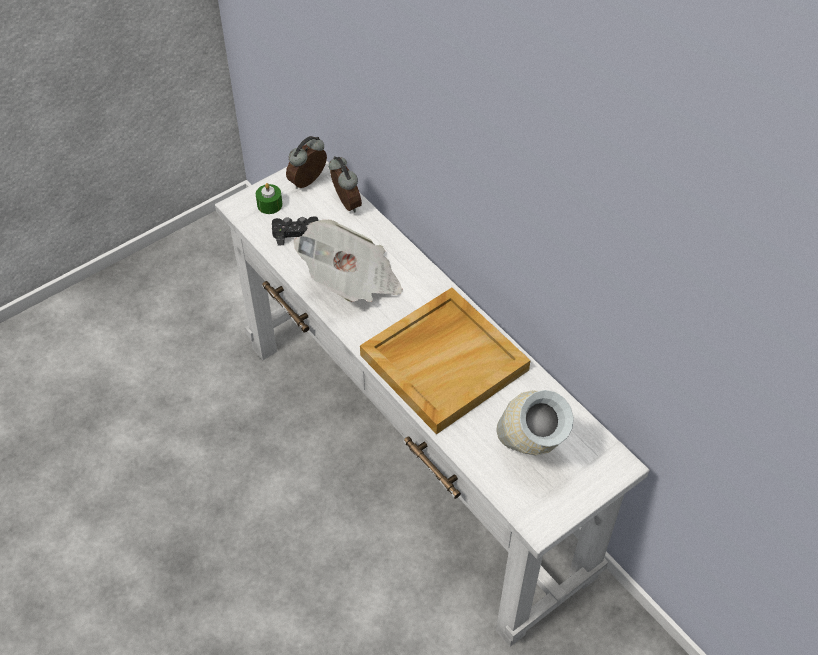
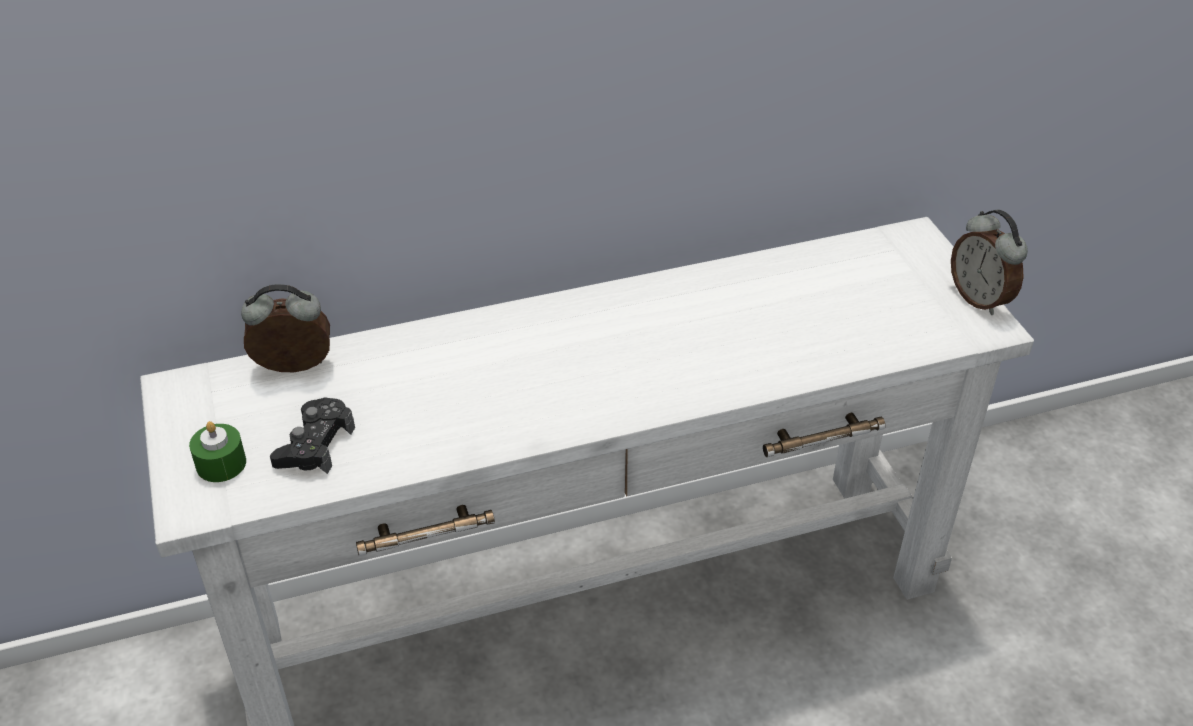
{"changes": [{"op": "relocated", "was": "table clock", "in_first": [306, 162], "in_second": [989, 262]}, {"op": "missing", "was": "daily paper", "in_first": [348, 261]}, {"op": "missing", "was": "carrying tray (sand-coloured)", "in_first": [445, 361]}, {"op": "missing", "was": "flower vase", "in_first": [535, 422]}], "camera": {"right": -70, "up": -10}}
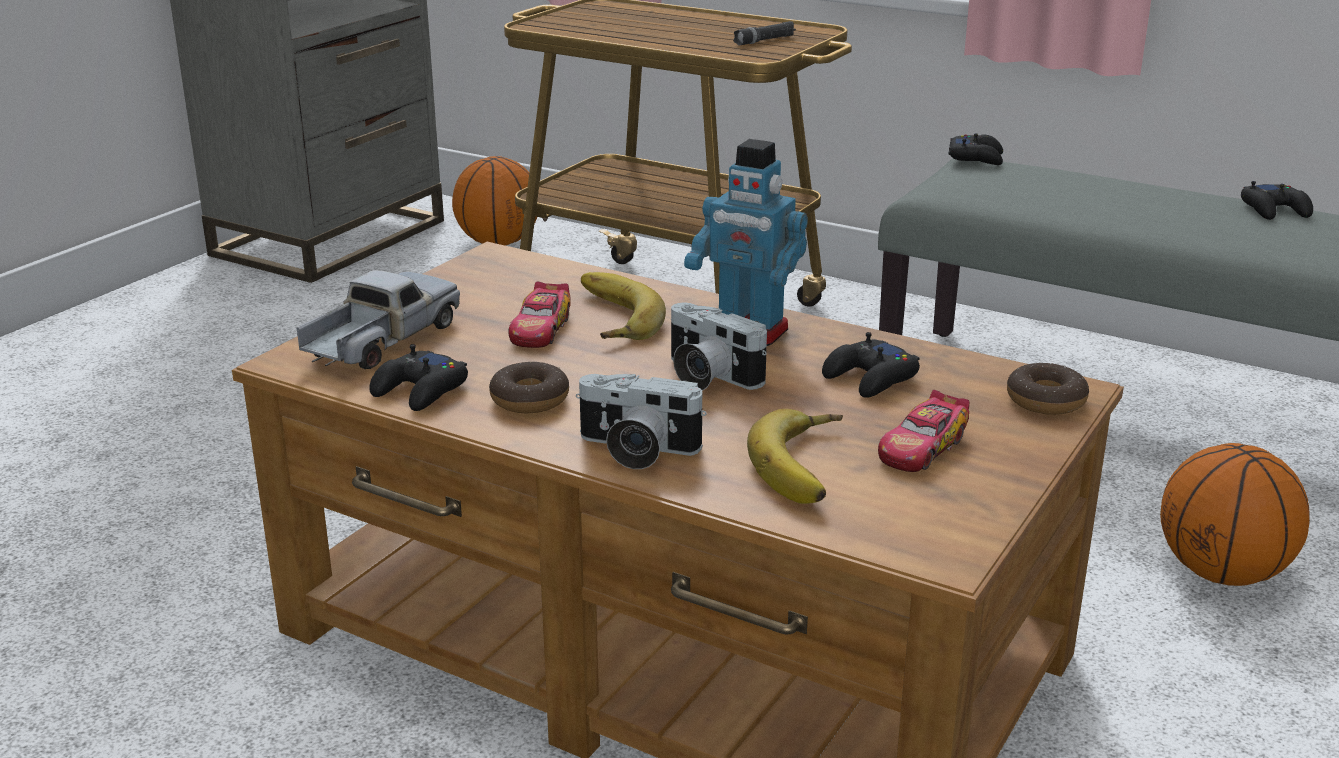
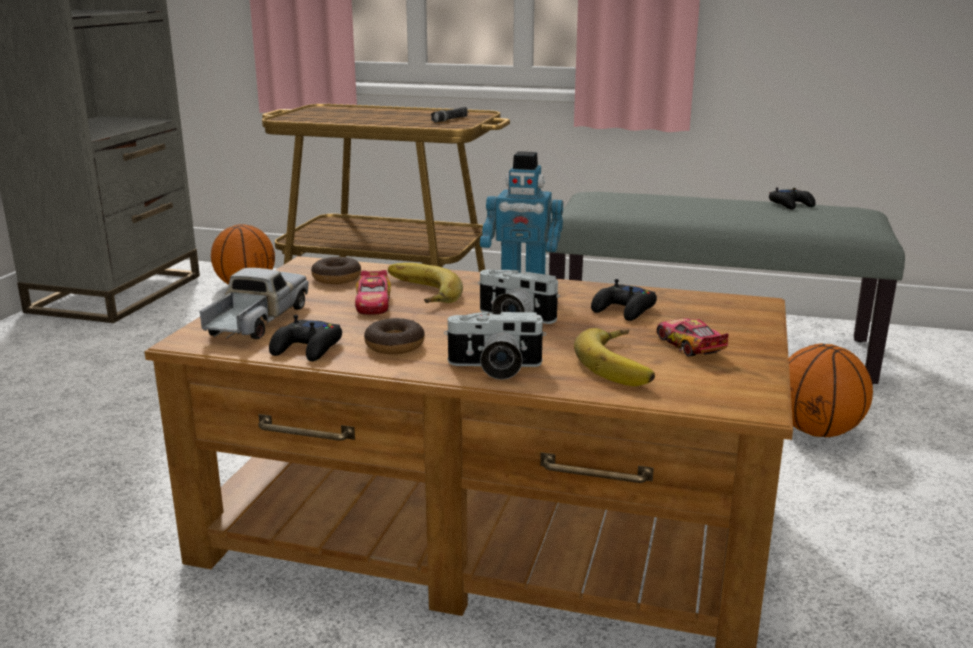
{"changes": [{"op": "relocated", "was": "donut", "in_first": [1048, 388], "in_second": [336, 270]}, {"op": "spun", "was": "model car", "in_first": [923, 431], "in_second": [693, 337], "clockwise": 135}, {"op": "missing", "was": "joypad (black)", "in_first": [975, 149]}], "camera": {"right": -15, "up": -5}}
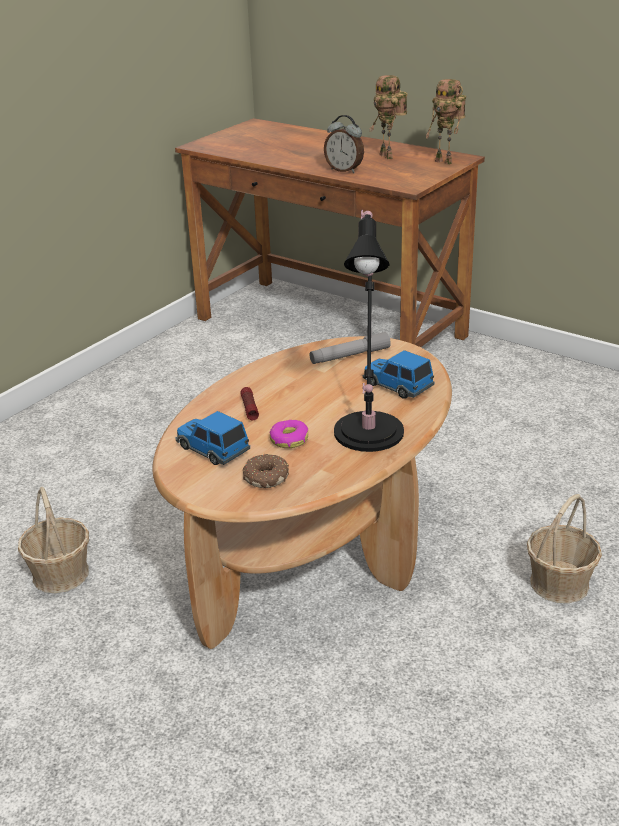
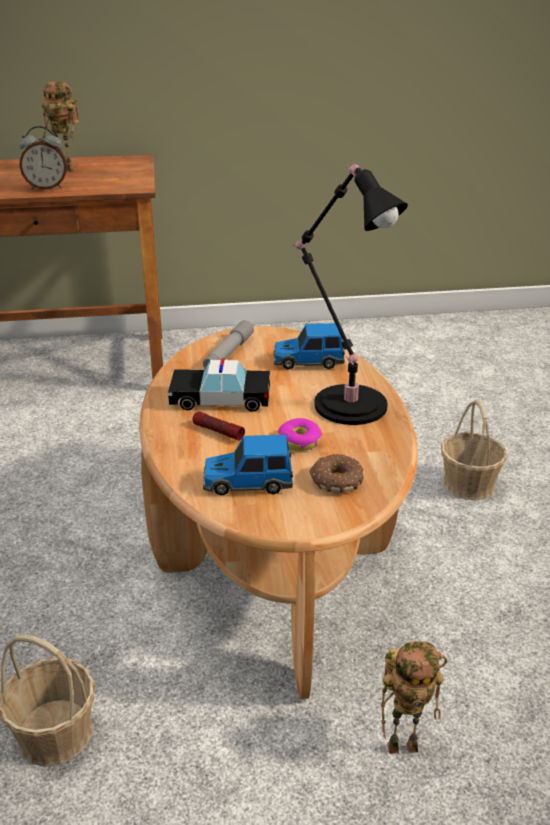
{"changes": [{"op": "appeared", "now": "model car", "in_second": [219, 385]}, {"op": "relocated", "was": "robot figure", "in_first": [446, 122], "in_second": [414, 697]}], "camera": {"right": -45, "up": 0}}
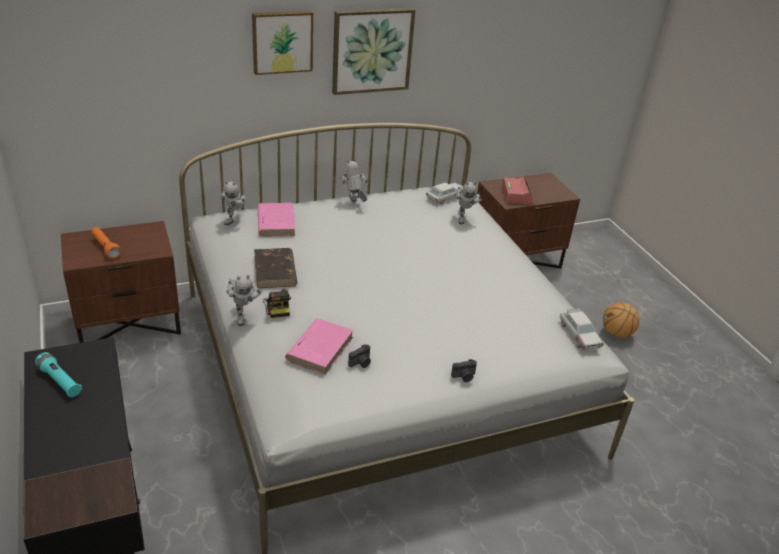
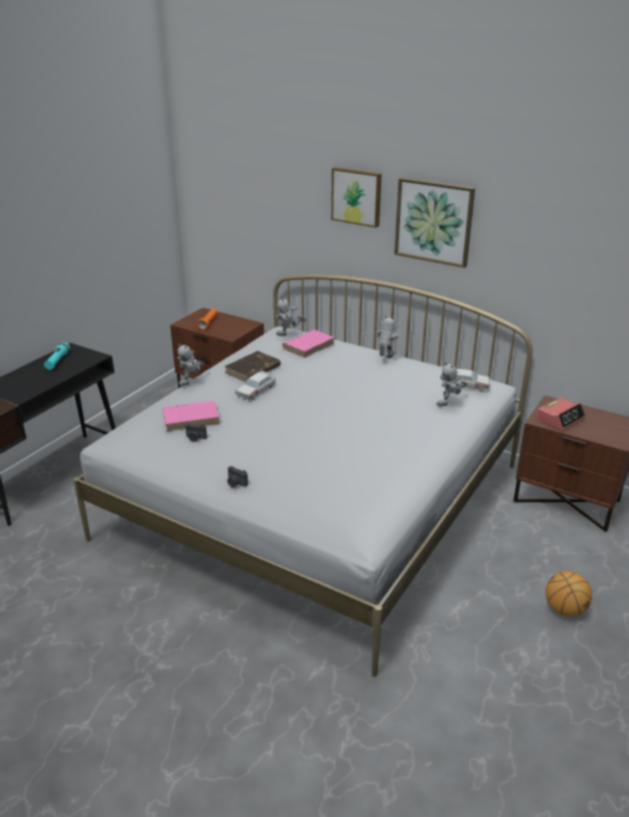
{"changes": [{"op": "relocated", "was": "model car", "in_first": [581, 329], "in_second": [255, 385]}, {"op": "missing", "was": "still camera", "in_first": [277, 303]}], "camera": {"right": 55, "up": -5}}
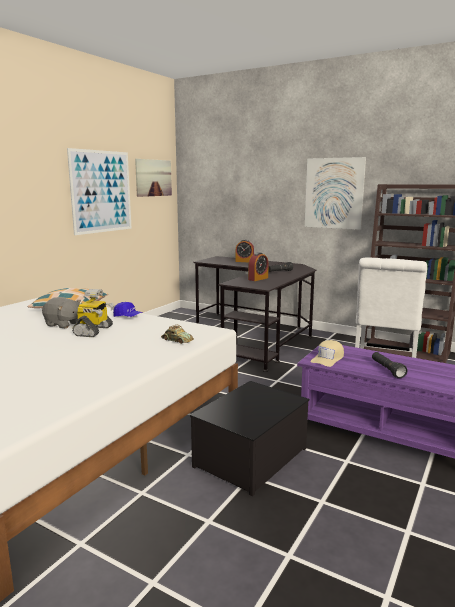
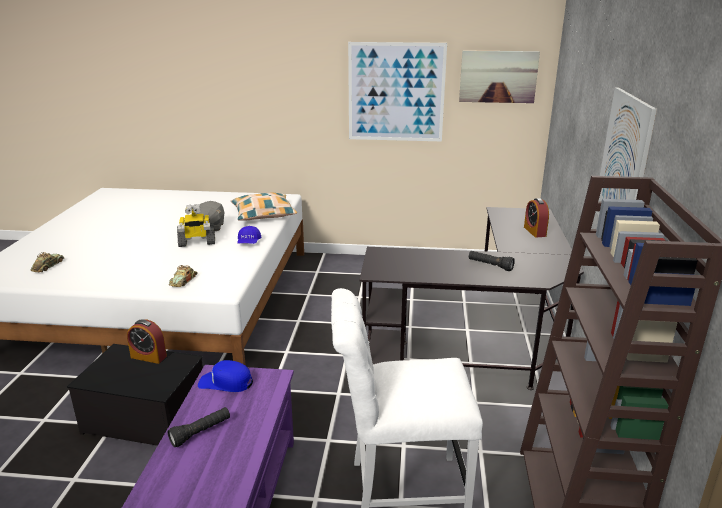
{"changes": [{"op": "appeared", "now": "model car", "in_second": [47, 262]}, {"op": "relocated", "was": "table clock", "in_first": [258, 266], "in_second": [147, 341]}, {"op": "colour", "was": "baseball cap (sand-coloured)", "now": "baseball cap (bluish)", "in_first": [327, 353], "in_second": [225, 376]}], "camera": {"right": 65, "up": 10}}
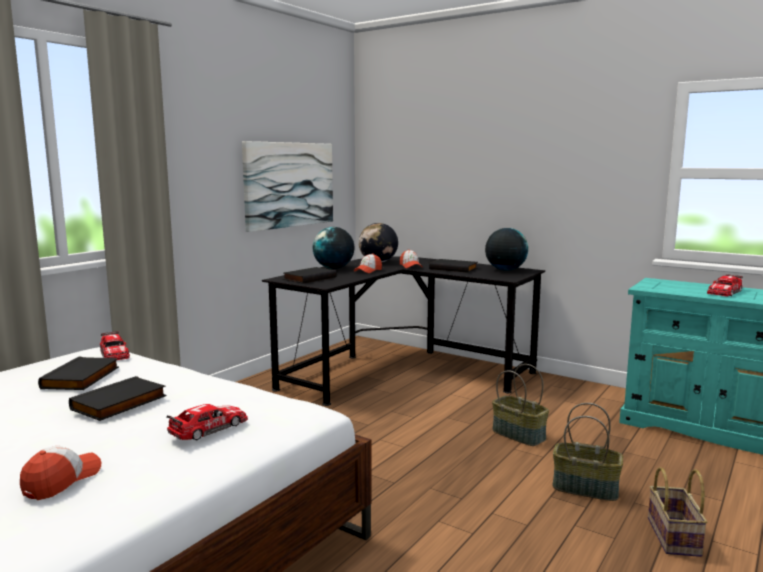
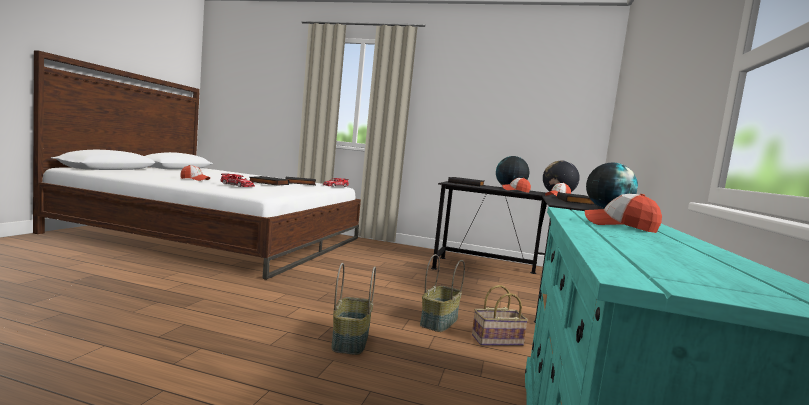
{"changes": [{"op": "relocated", "was": "basket", "in_first": [678, 512], "in_second": [500, 315]}, {"op": "exchanged", "was": "model car", "now": "baseball cap", "in_first": [725, 285], "in_second": [623, 213]}, {"op": "missing", "was": "picture", "in_first": [287, 186]}], "camera": {"right": 70, "up": -5}}
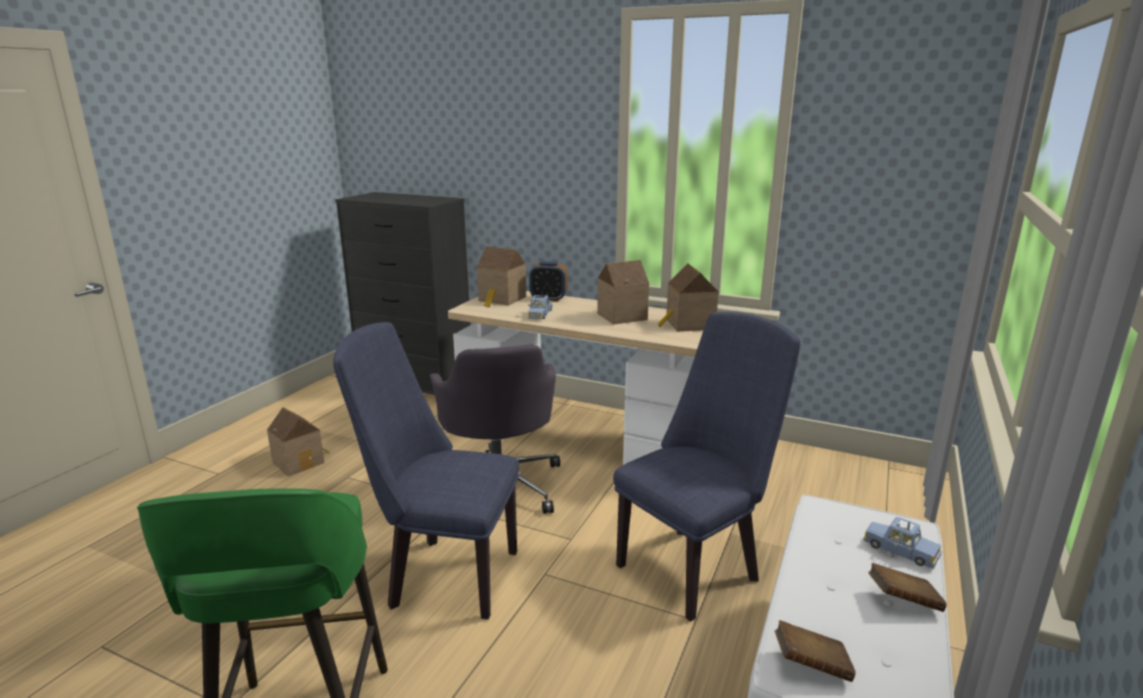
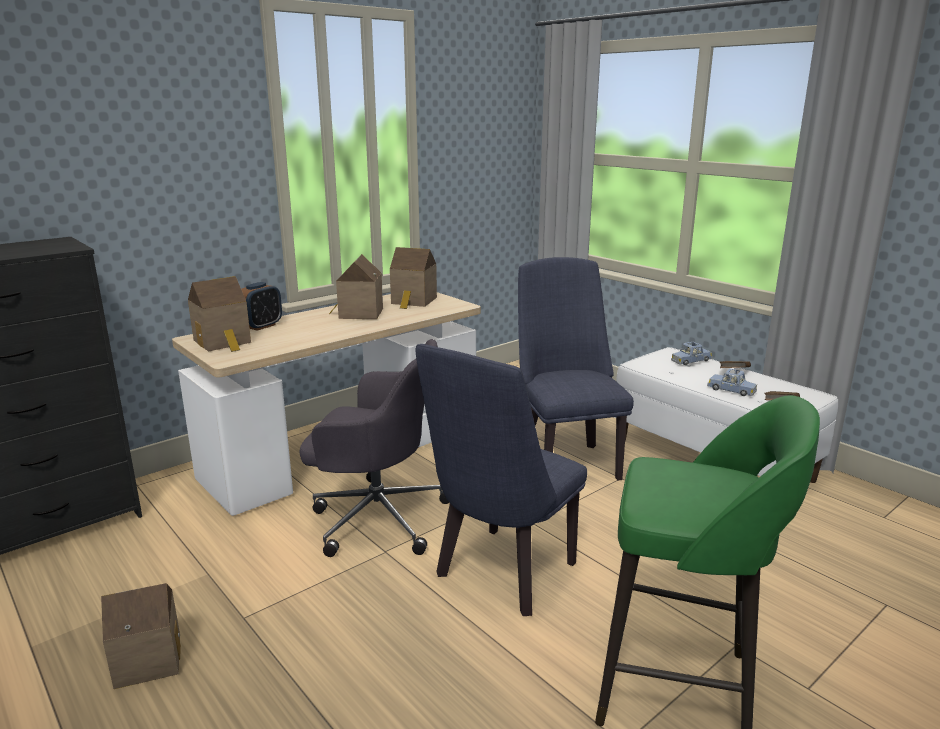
{"changes": [{"op": "relocated", "was": "model car (bluish)", "in_first": [540, 307], "in_second": [732, 382]}], "camera": {"right": -65, "up": 0}}
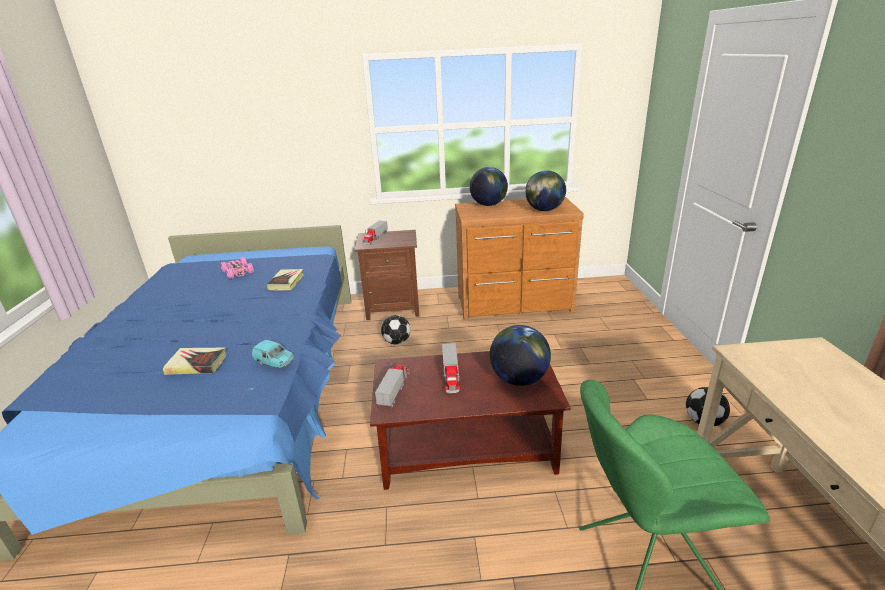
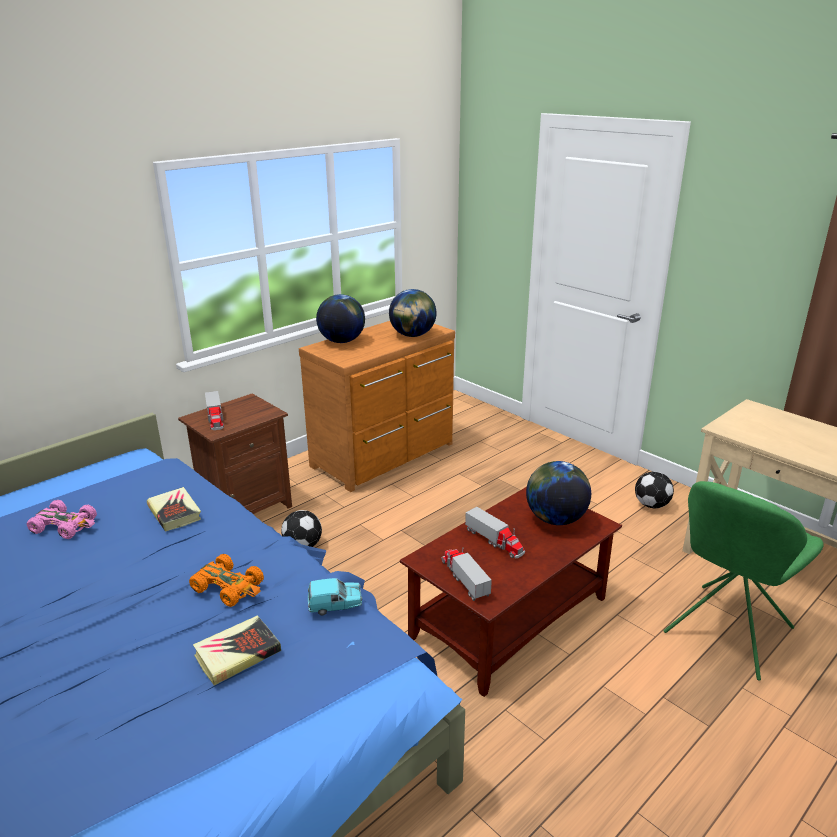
{"changes": [{"op": "appeared", "now": "model car (orangey)", "in_second": [226, 580]}], "camera": {"right": -40, "up": 0}}
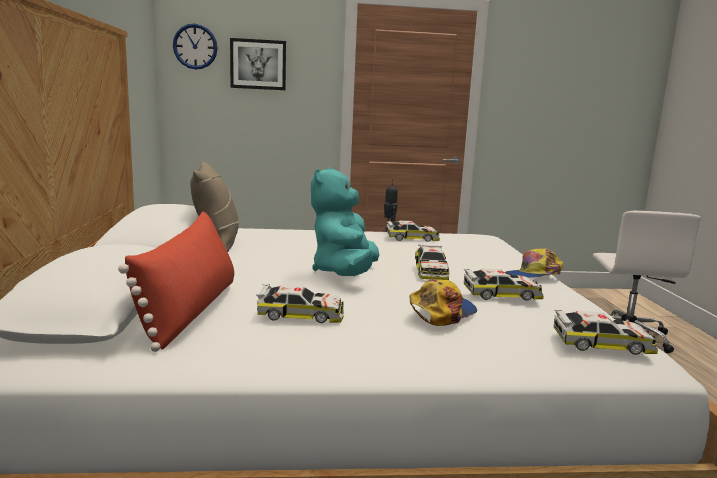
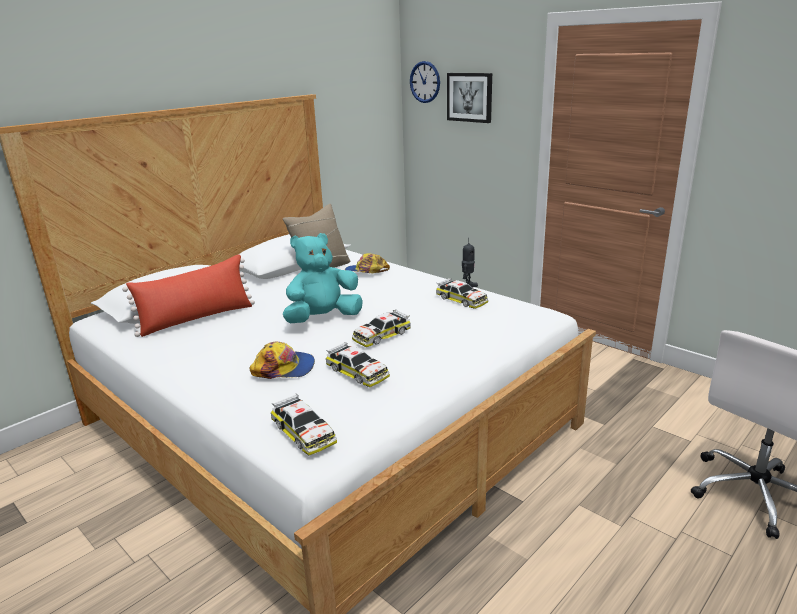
{"changes": [{"op": "relocated", "was": "baseball cap", "in_first": [534, 263], "in_second": [367, 263]}, {"op": "missing", "was": "model car", "in_first": [300, 303]}], "camera": {"right": 50, "up": 10}}
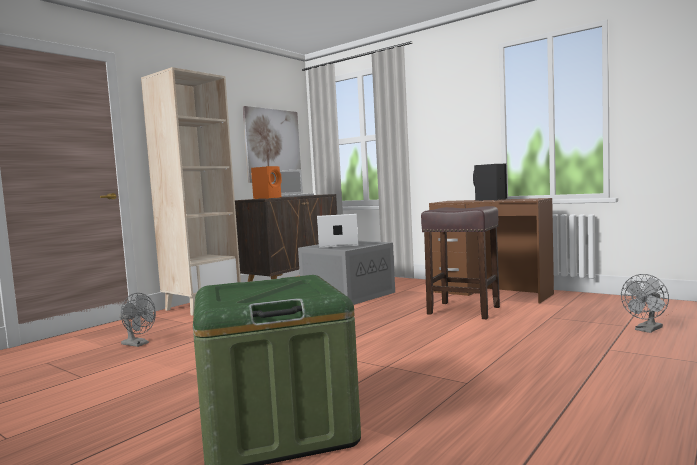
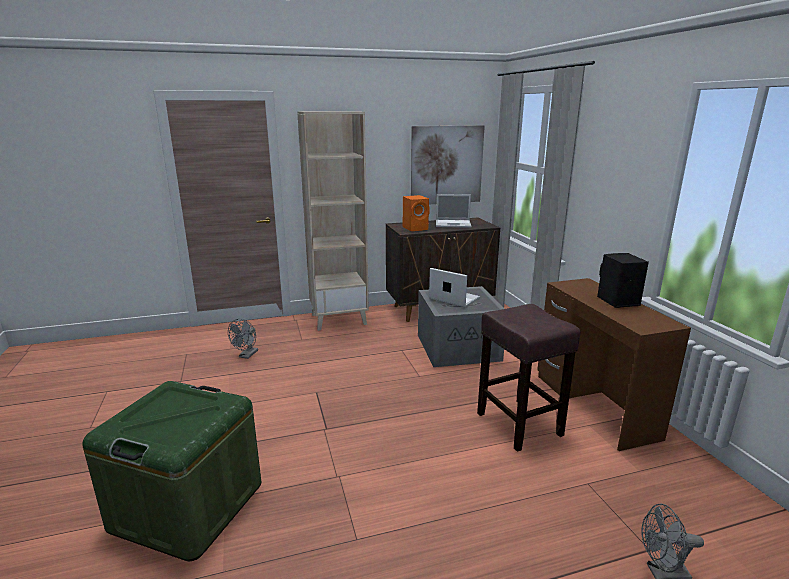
{"changes": [{"op": "spun", "was": "electric fan (gray)", "in_first": [137, 320], "in_second": [243, 339], "clockwise": 45}], "camera": {"right": 35, "up": 15}}
